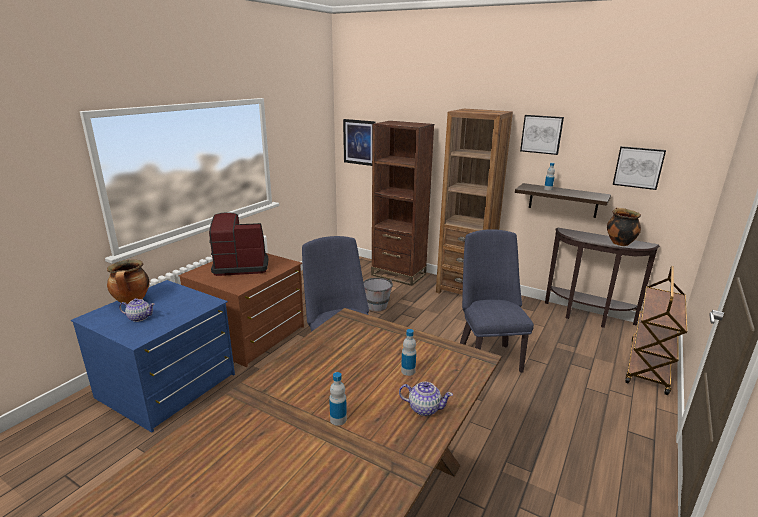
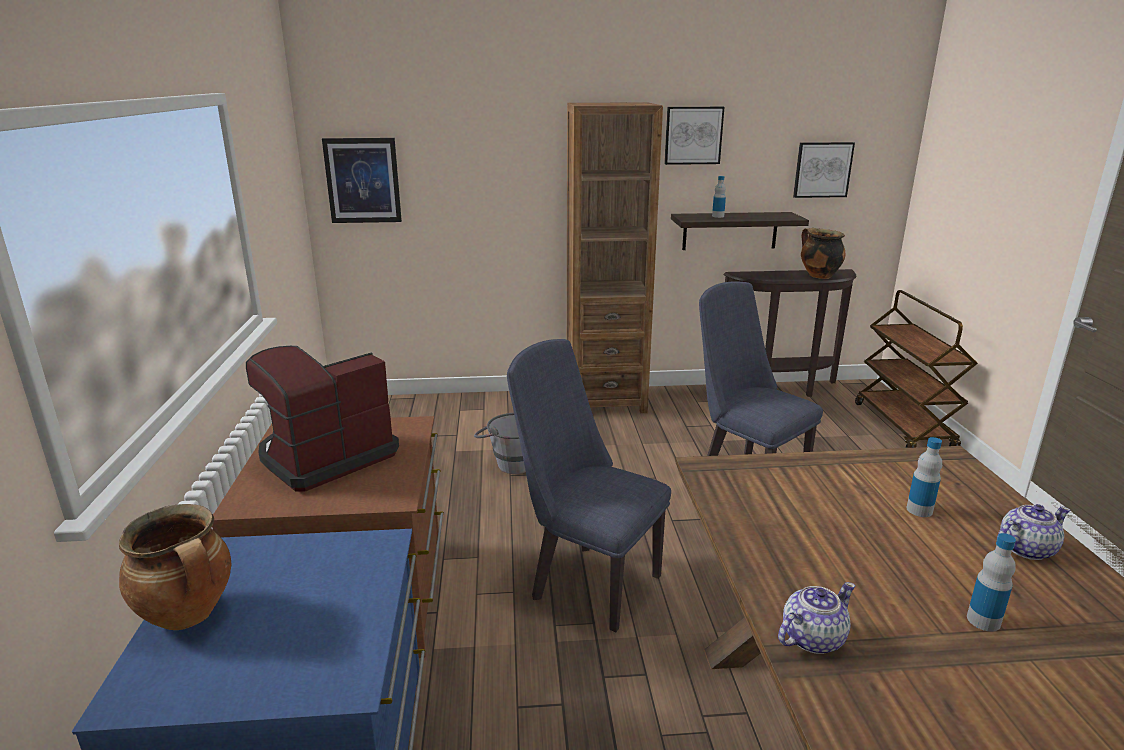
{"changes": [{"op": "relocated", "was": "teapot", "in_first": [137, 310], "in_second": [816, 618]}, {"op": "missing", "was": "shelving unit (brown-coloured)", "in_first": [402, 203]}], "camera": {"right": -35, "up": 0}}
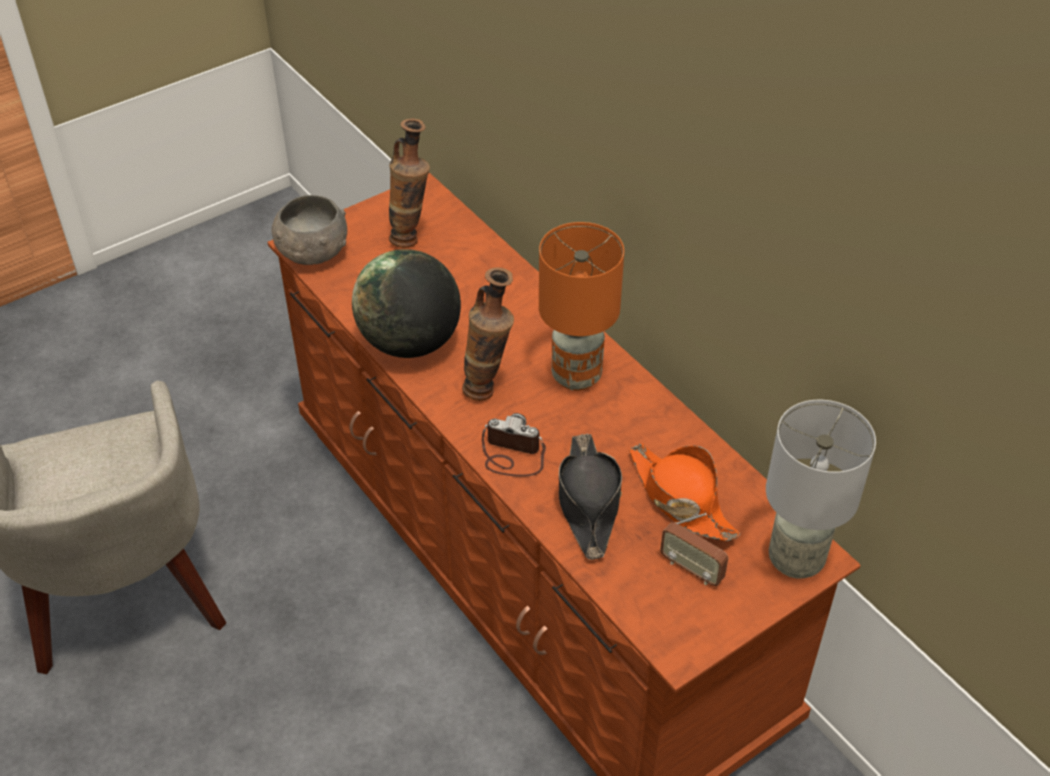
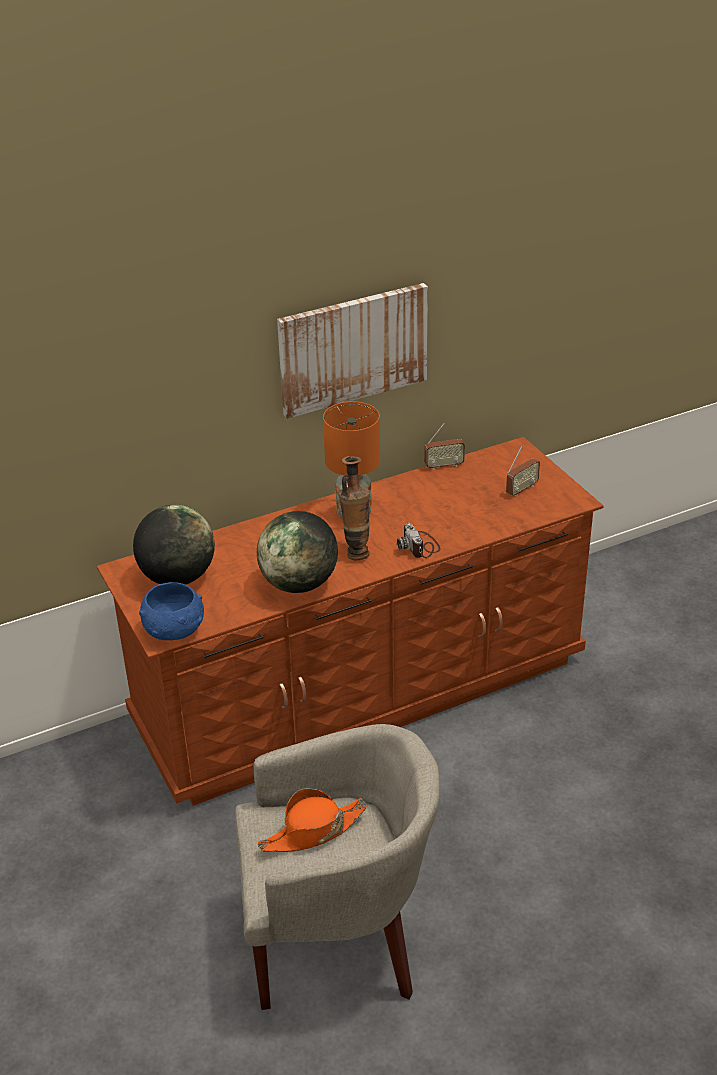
{"changes": [{"op": "exchanged", "was": "flower vase", "now": "world globe", "in_first": [409, 183], "in_second": [174, 545]}, {"op": "colour", "was": "deep dish (gray)", "now": "deep dish (bluish)", "in_first": [309, 230], "in_second": [171, 611]}, {"op": "relocated", "was": "clothing hat (orangey)", "in_first": [684, 492], "in_second": [312, 820]}, {"op": "appeared", "now": "picture", "in_second": [352, 351]}, {"op": "spun", "was": "still camera", "in_first": [514, 445], "in_second": [418, 540], "clockwise": -45}, {"op": "appeared", "now": "radio", "in_second": [444, 446]}, {"op": "missing", "was": "clothing hat (black)", "in_first": [590, 497]}, {"op": "missing", "was": "table lamp (gray)", "in_first": [821, 489]}], "camera": {"right": -80, "up": -10}}
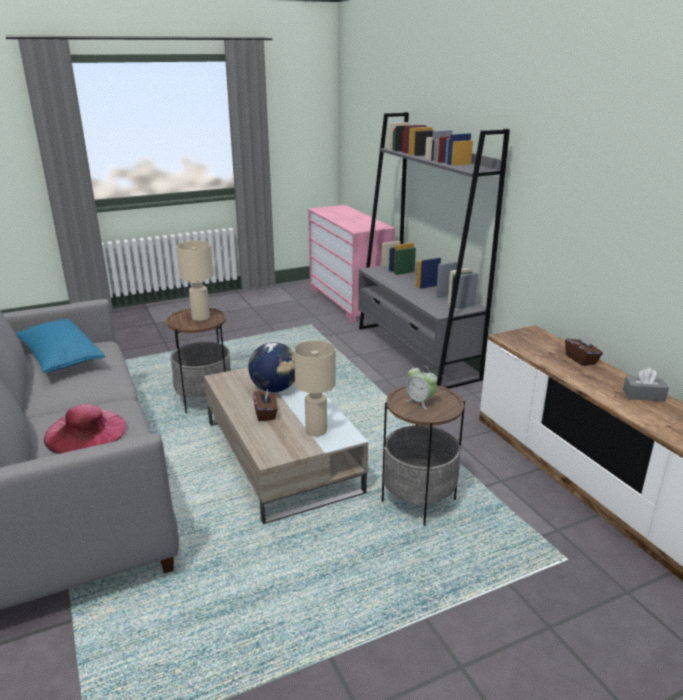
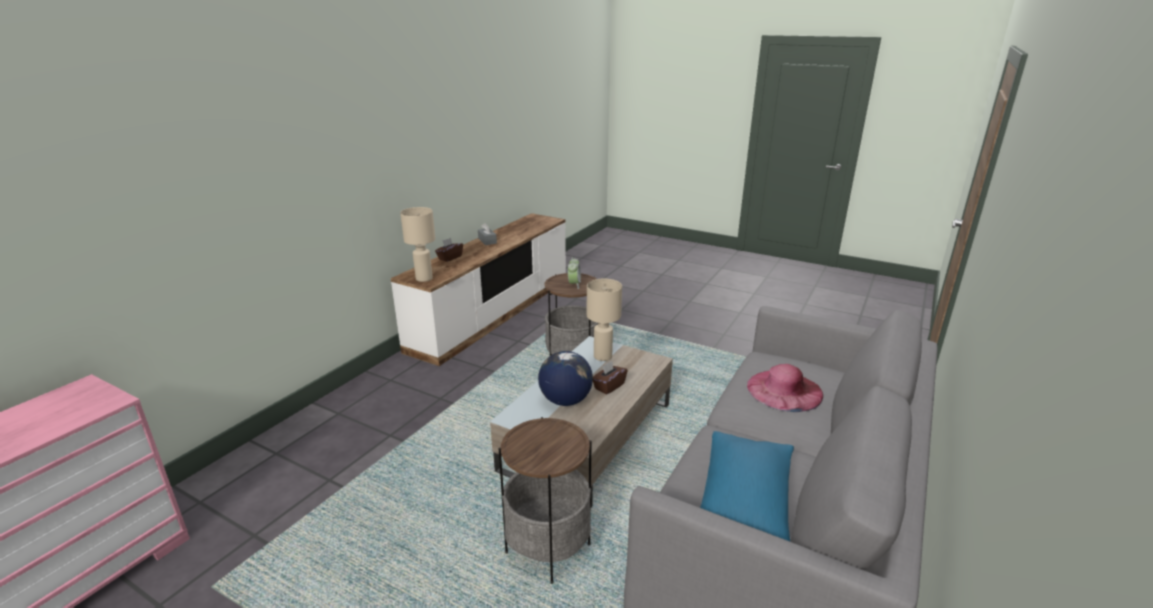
{"changes": [{"op": "relocated", "was": "table lamp (sand-coloured)", "in_first": [195, 281], "in_second": [417, 244]}, {"op": "missing", "was": "shelving unit (gray)", "in_first": [434, 250]}], "camera": {"right": -125, "up": 0}}
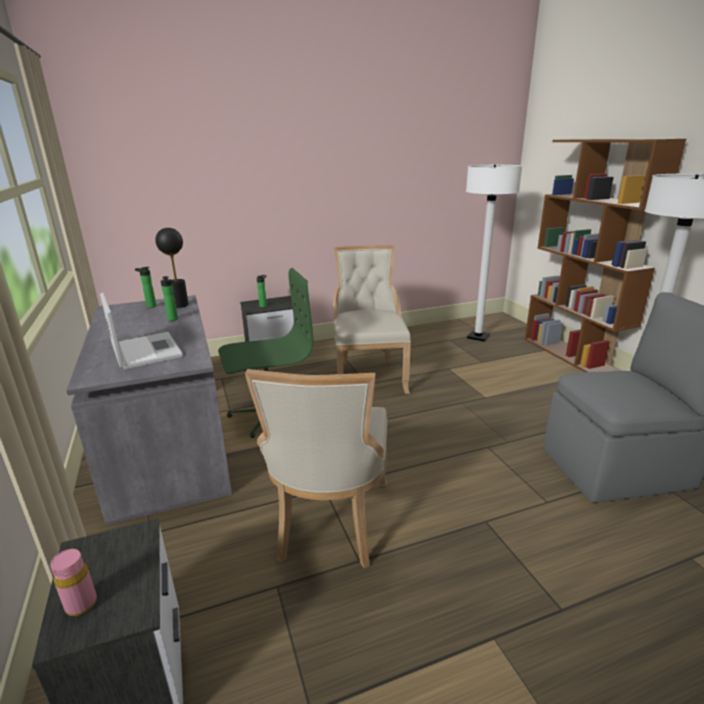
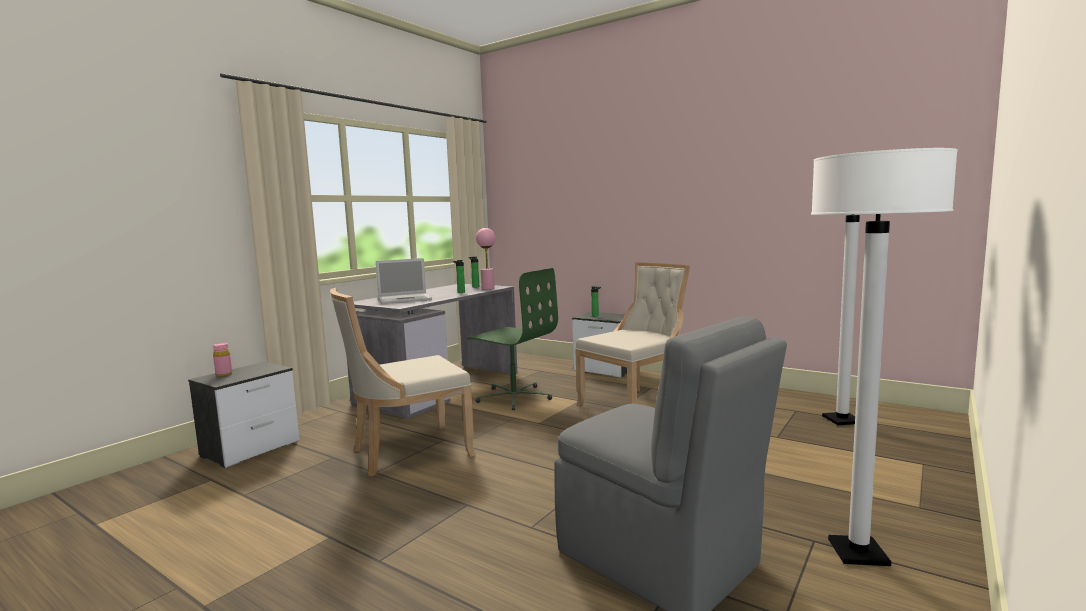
{"changes": [{"op": "spun", "was": "laptop", "in_first": [141, 331], "in_second": [404, 281], "clockwise": 45}, {"op": "colour", "was": "table lamp (black)", "now": "table lamp (pinkish)", "in_first": [172, 268], "in_second": [485, 259]}, {"op": "missing", "was": "shelving unit (brown-coloured)", "in_first": [605, 255]}], "camera": {"right": 55, "up": -15}}
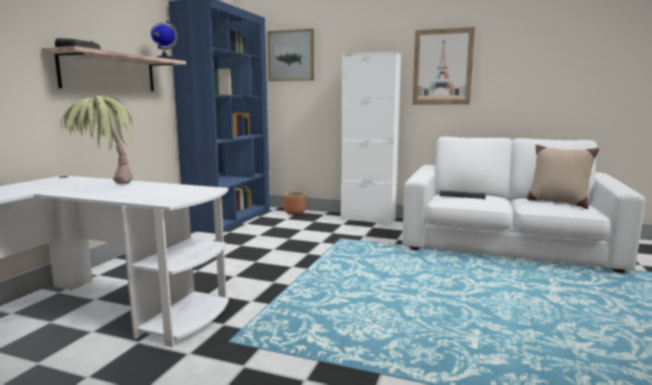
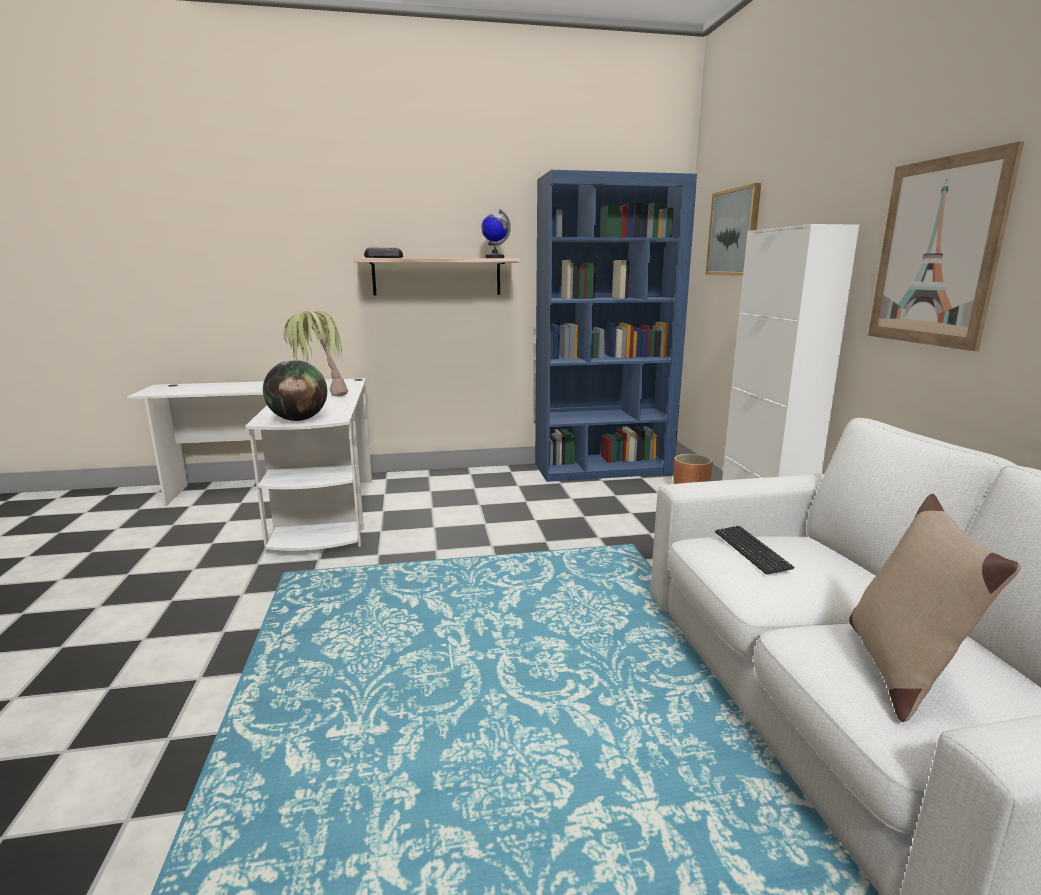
{"changes": [{"op": "appeared", "now": "world globe", "in_second": [295, 390]}], "camera": {"right": 60, "up": 5}}
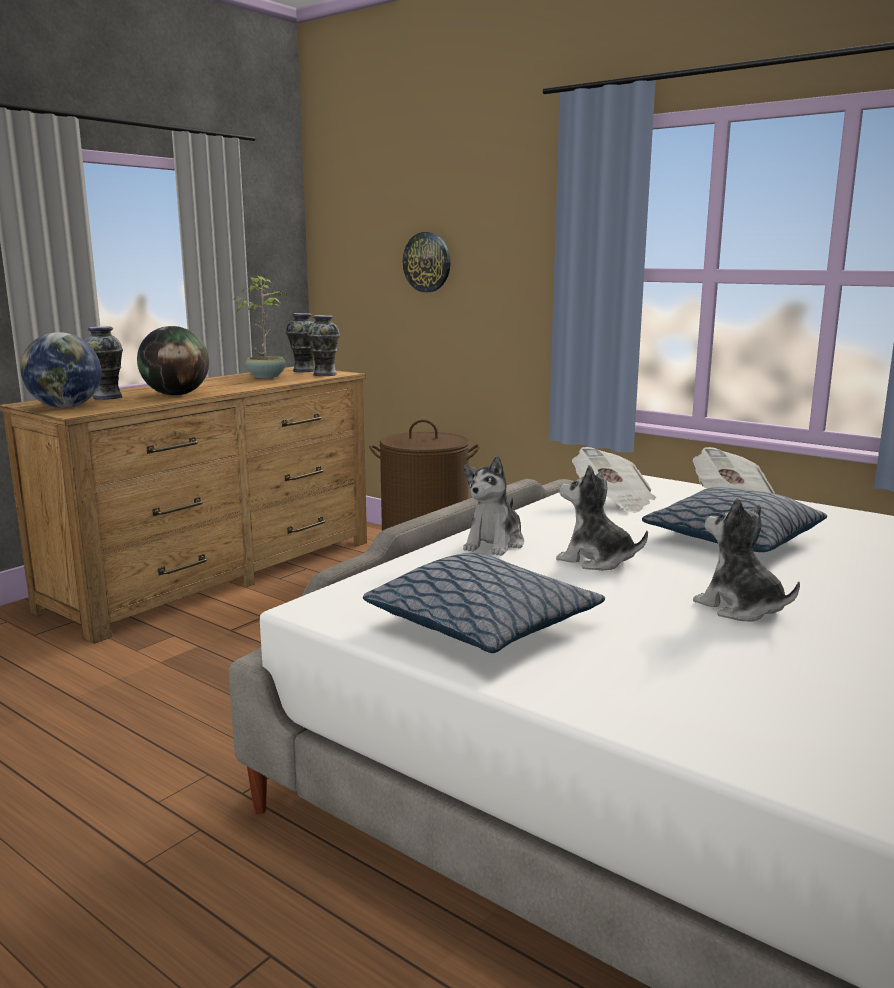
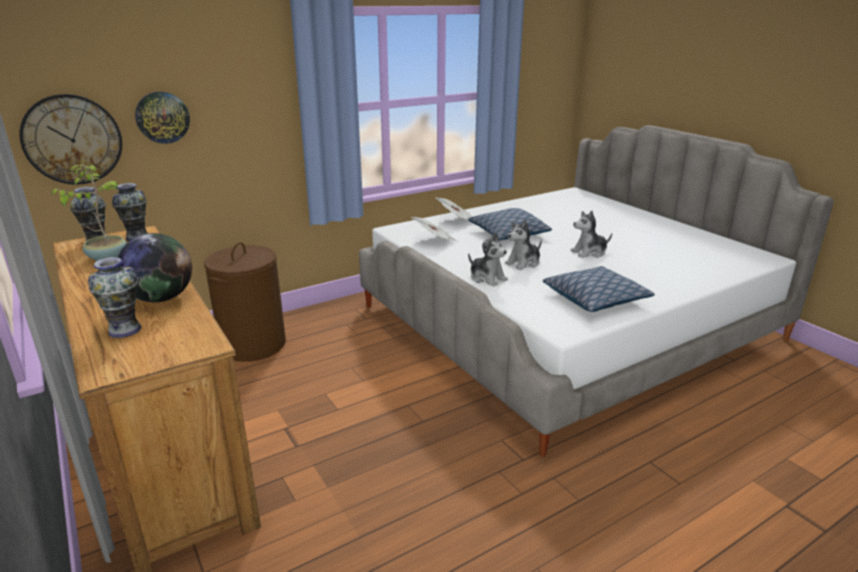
{"changes": [{"op": "appeared", "now": "hanging clock", "in_second": [71, 139]}, {"op": "missing", "was": "world globe", "in_first": [61, 370]}], "camera": {"right": -70, "up": 10}}
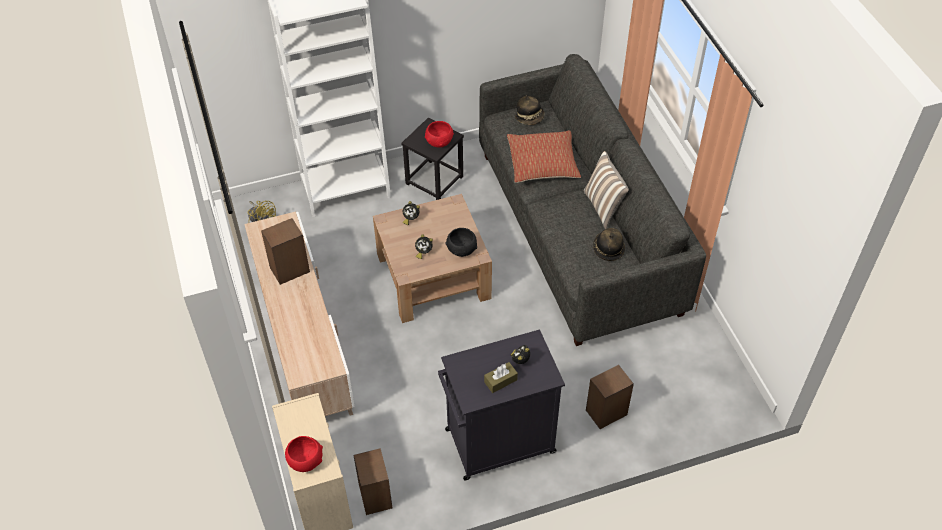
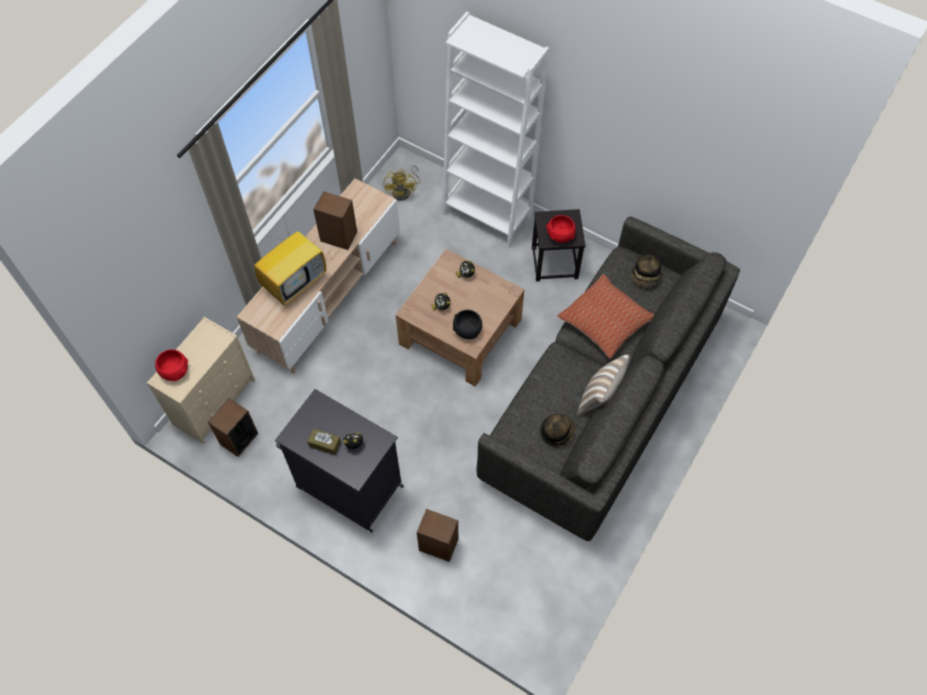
{"changes": [{"op": "appeared", "now": "television", "in_second": [290, 263]}], "camera": {"right": 50, "up": 10}}
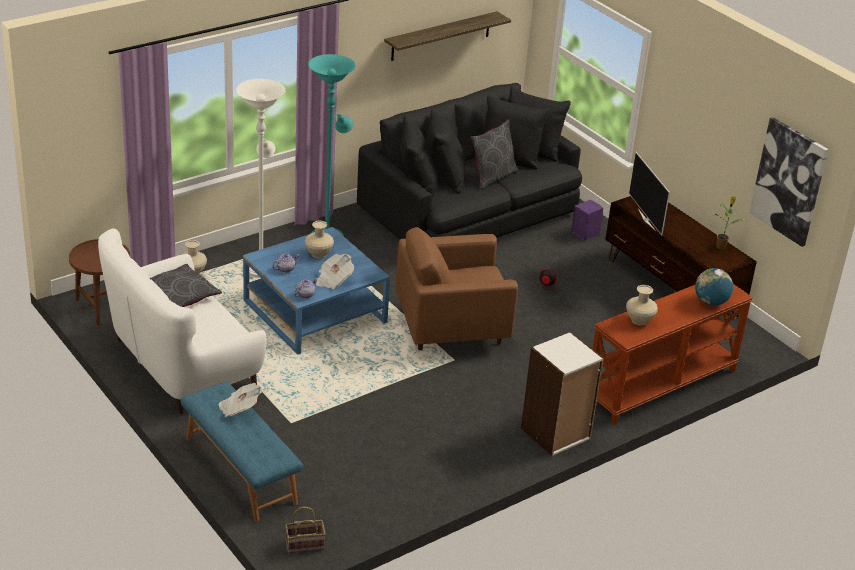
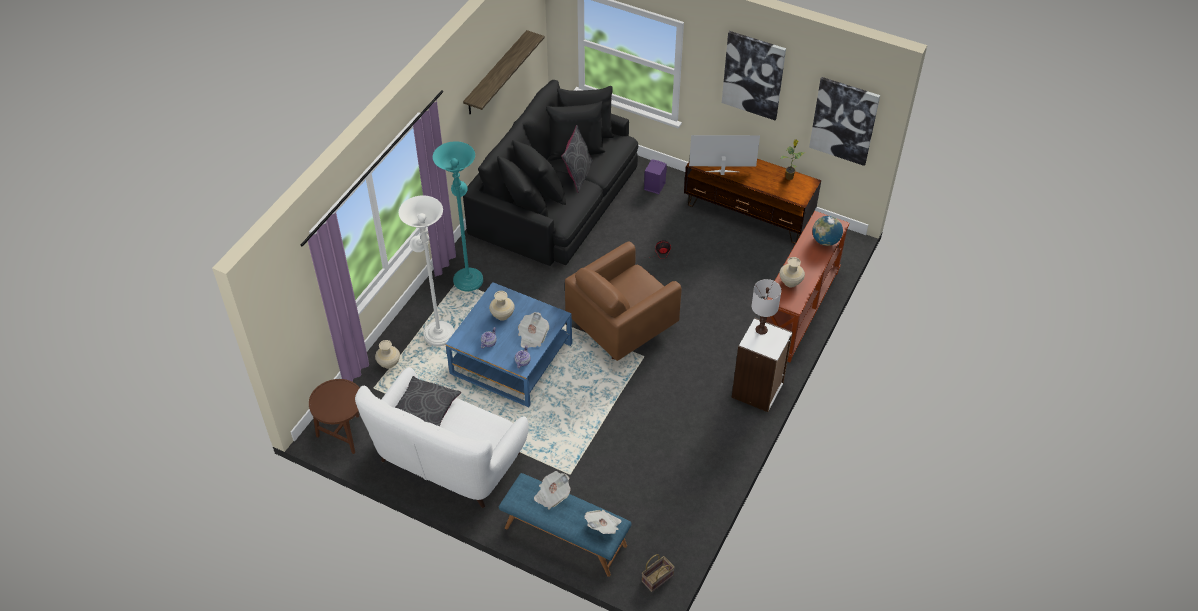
{"changes": [{"op": "appeared", "now": "daily paper", "in_second": [603, 522]}, {"op": "spun", "was": "television", "in_first": [649, 193], "in_second": [724, 155], "clockwise": 135}, {"op": "appeared", "now": "picture", "in_second": [754, 75]}, {"op": "appeared", "now": "table lamp (white)", "in_second": [766, 307]}], "camera": {"right": -25, "up": 15}}
